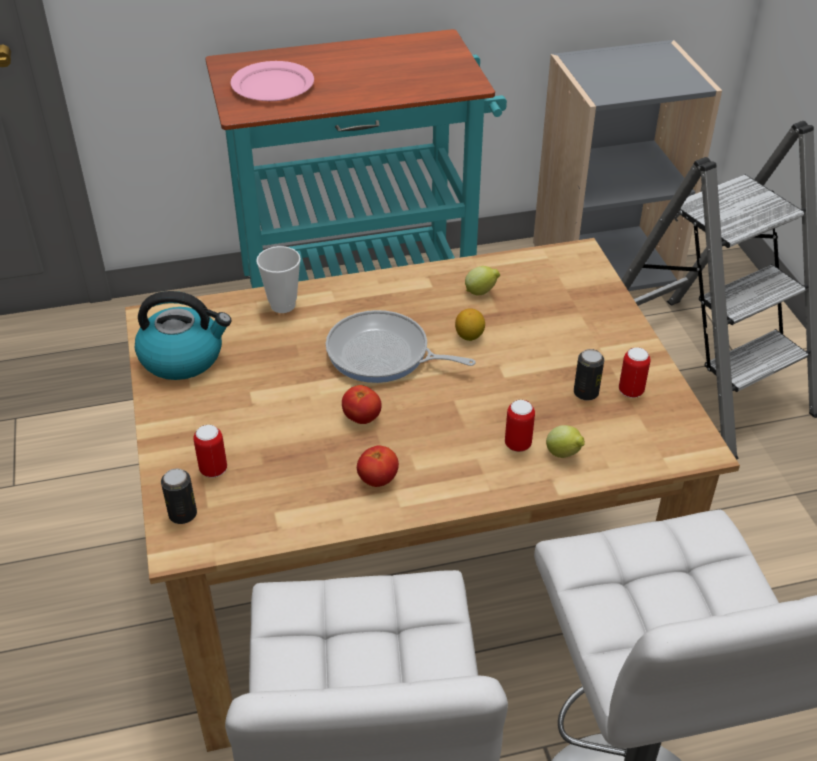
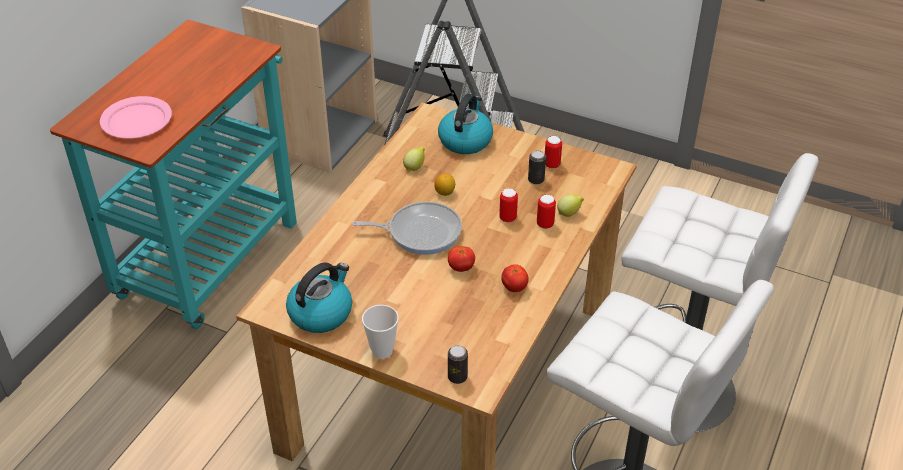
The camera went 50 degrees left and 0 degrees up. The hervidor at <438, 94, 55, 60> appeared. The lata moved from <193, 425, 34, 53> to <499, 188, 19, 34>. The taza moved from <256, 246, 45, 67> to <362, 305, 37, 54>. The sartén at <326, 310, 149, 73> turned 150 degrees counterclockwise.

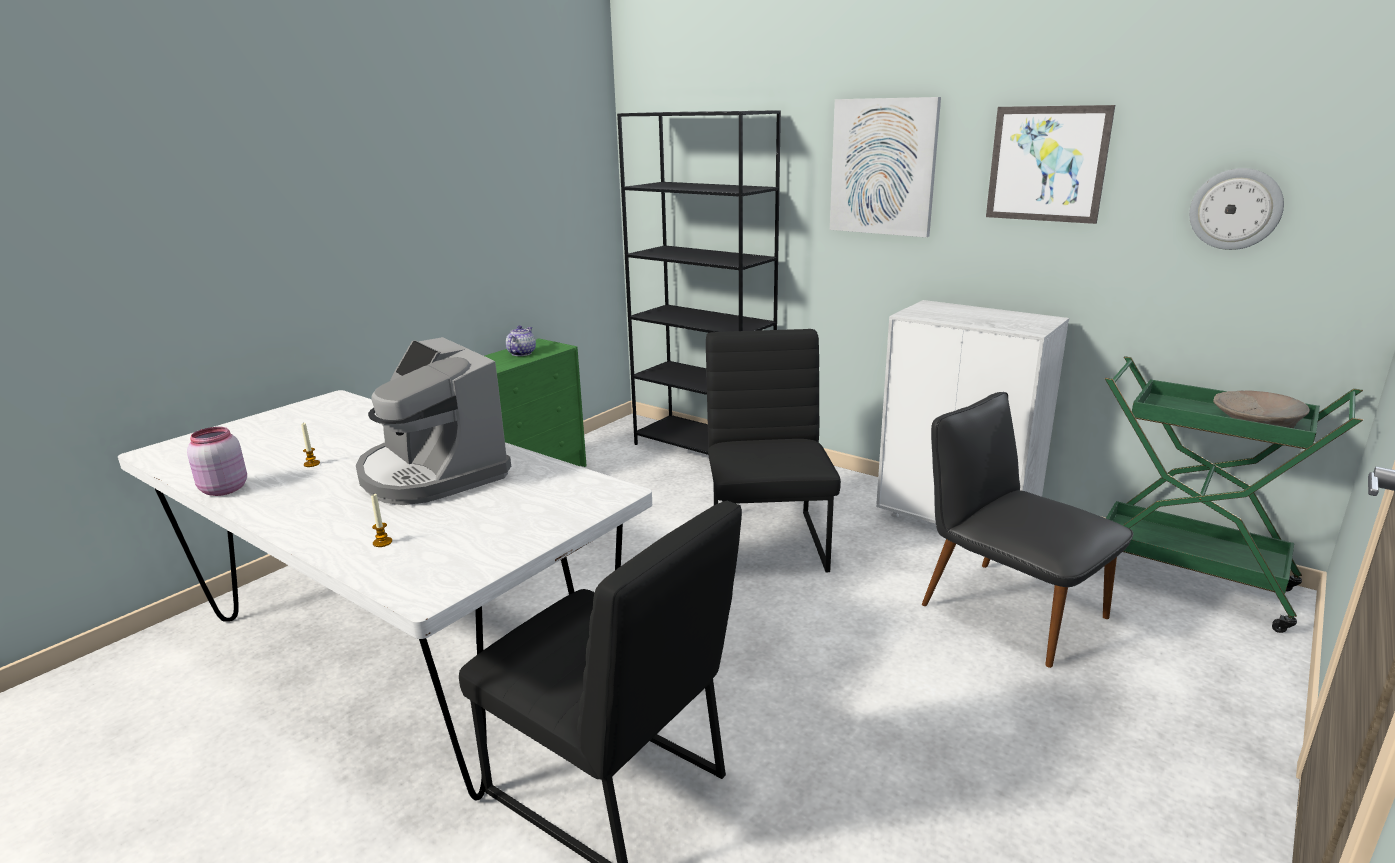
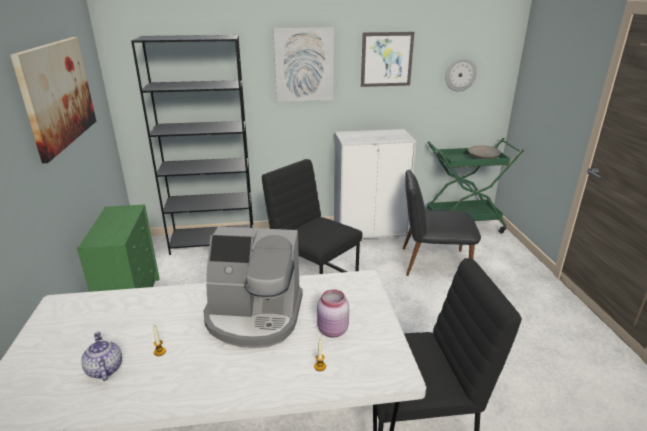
The camera went 45 degrees left and 5 degrees up. The cuadro at <10, 37, 86, 126> appeared. The tarro (rosa) moved from <187, 427, 60, 69> to <317, 289, 32, 49>. The tetera moved from <506, 325, 30, 31> to <81, 332, 41, 49>.

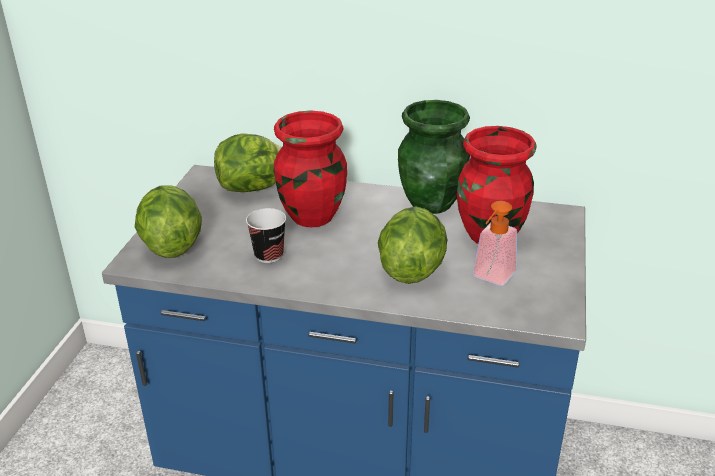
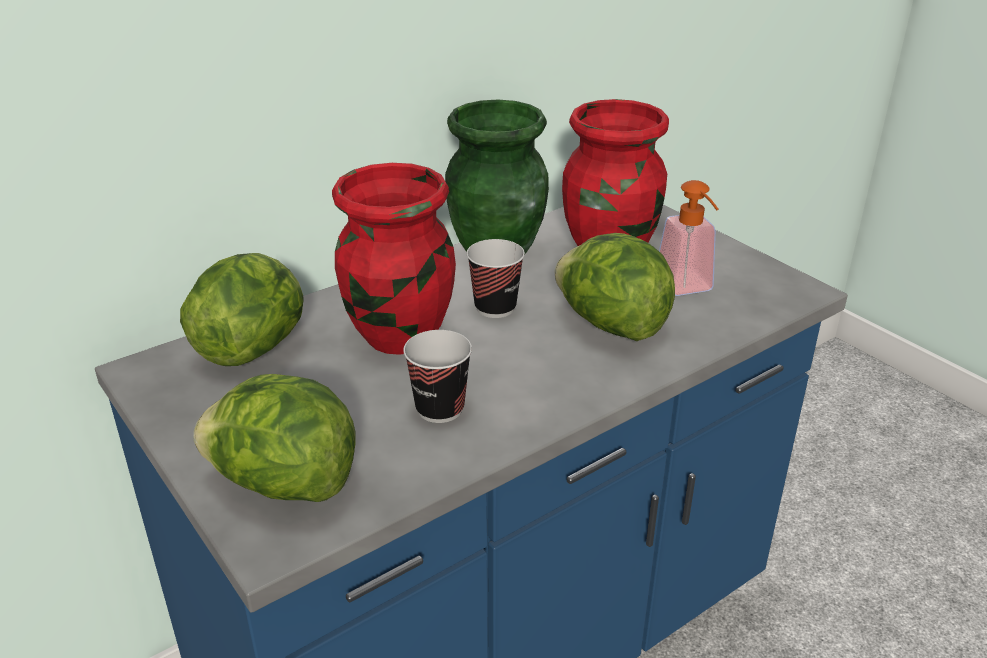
The camera went 50 degrees left and 0 degrees up. The taza at <466, 239, 59, 79> appeared.

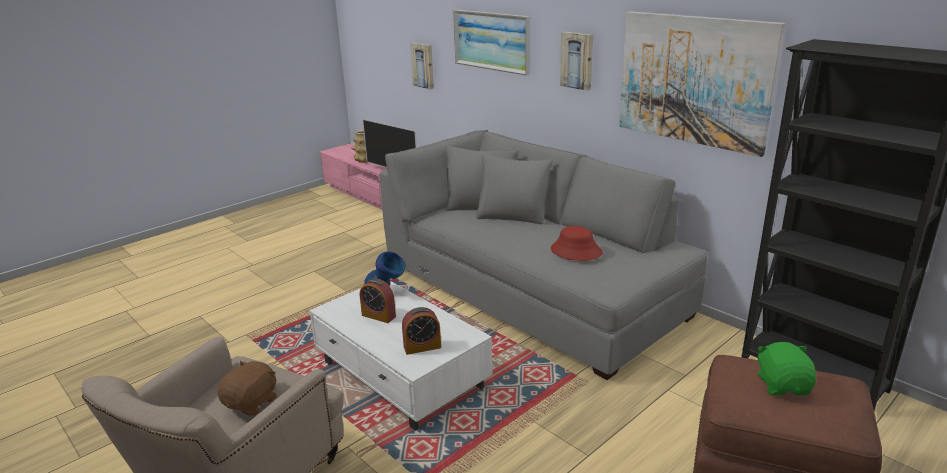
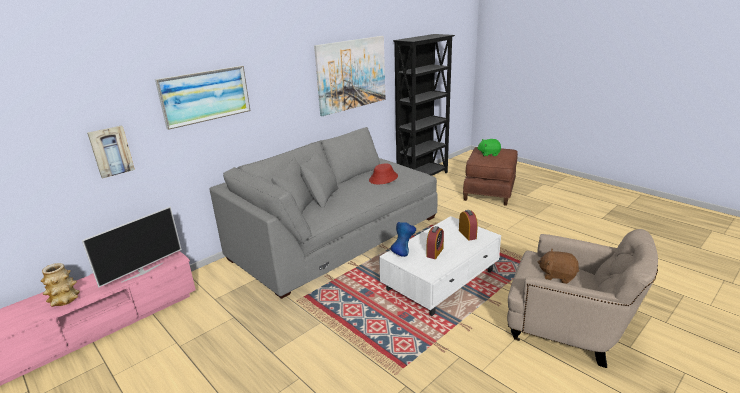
The camera went 90 degrees left and 0 degrees up. The cuadro at <560, 32, 33, 59> disappeared.

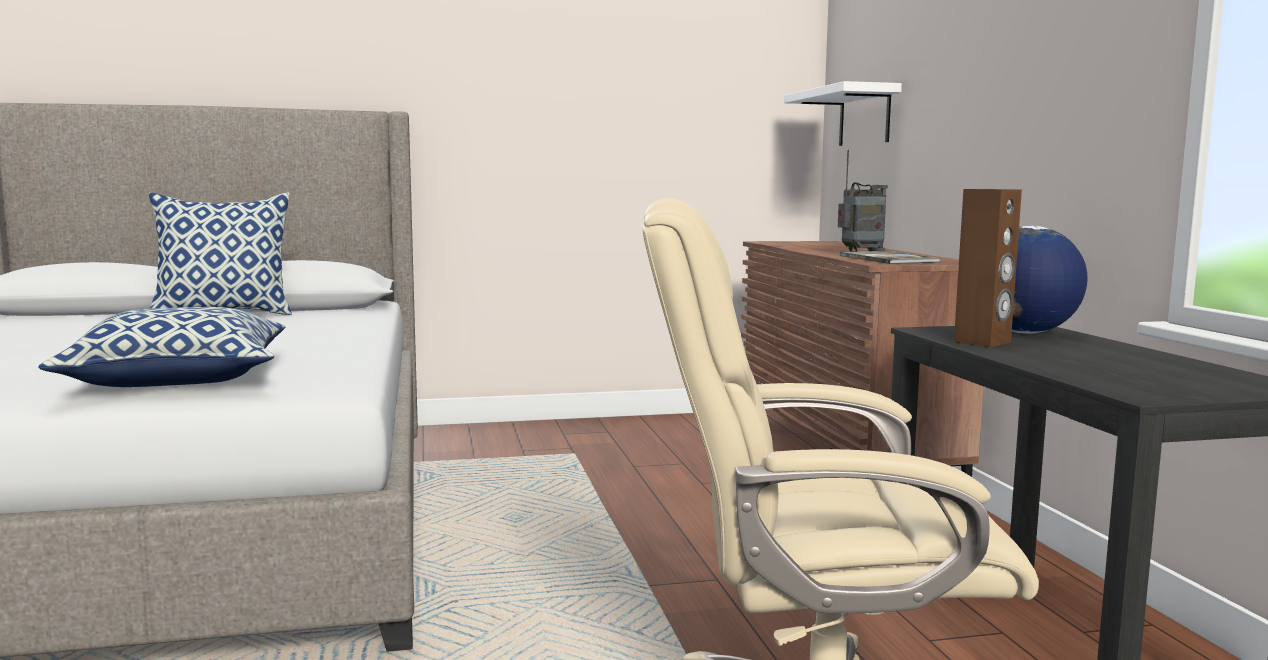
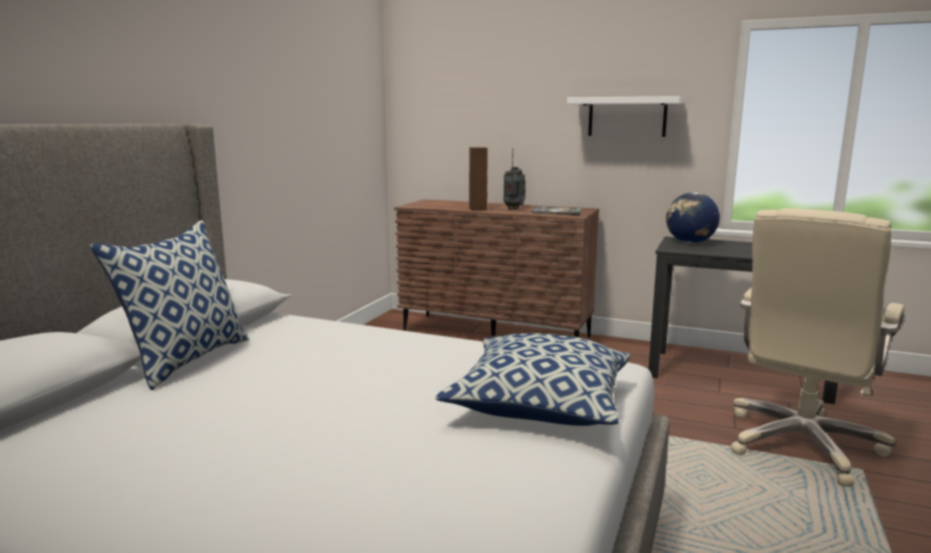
The camera went 55 degrees left and 5 degrees up. The estante (blanco) moved from <784, 81, 118, 65> to <567, 96, 116, 41>. The altavoz (marrón) moved from <954, 189, 68, 158> to <469, 147, 19, 64>.

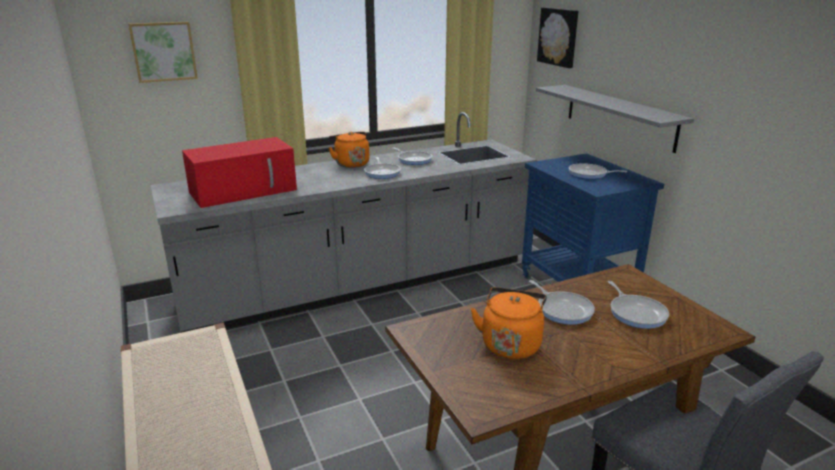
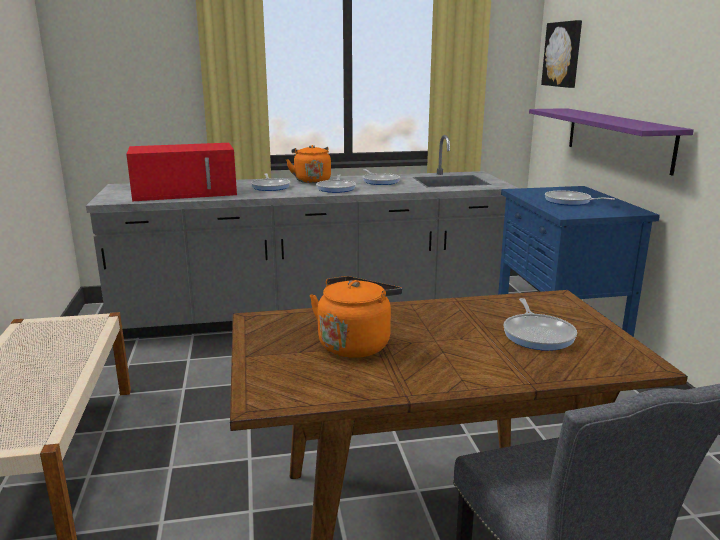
The camera went 15 degrees right and 5 degrees down. The cuadro at <128, 22, 70, 61> disappeared. The sartén moved from <529, 280, 66, 45> to <251, 173, 39, 18>. The estante (gris) at <536, 85, 158, 68> became the estante (morado) at <529, 108, 165, 68>.

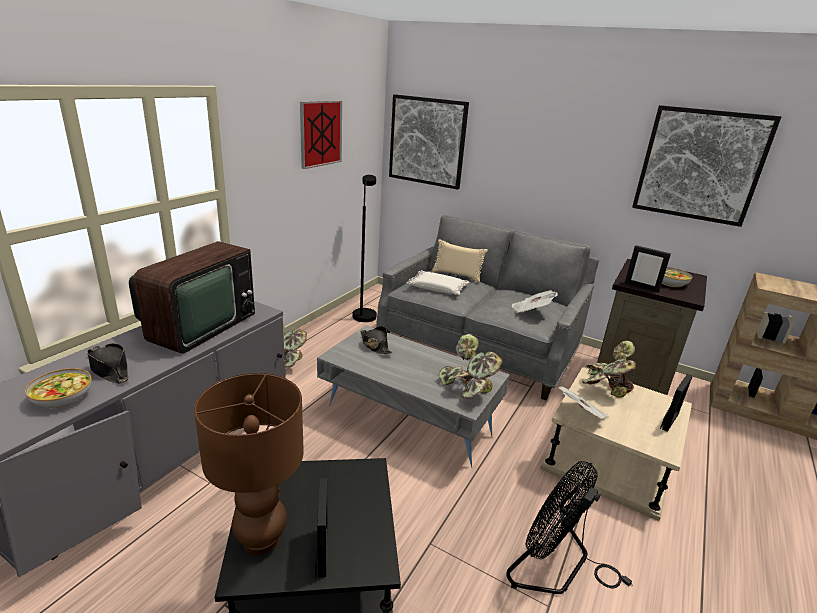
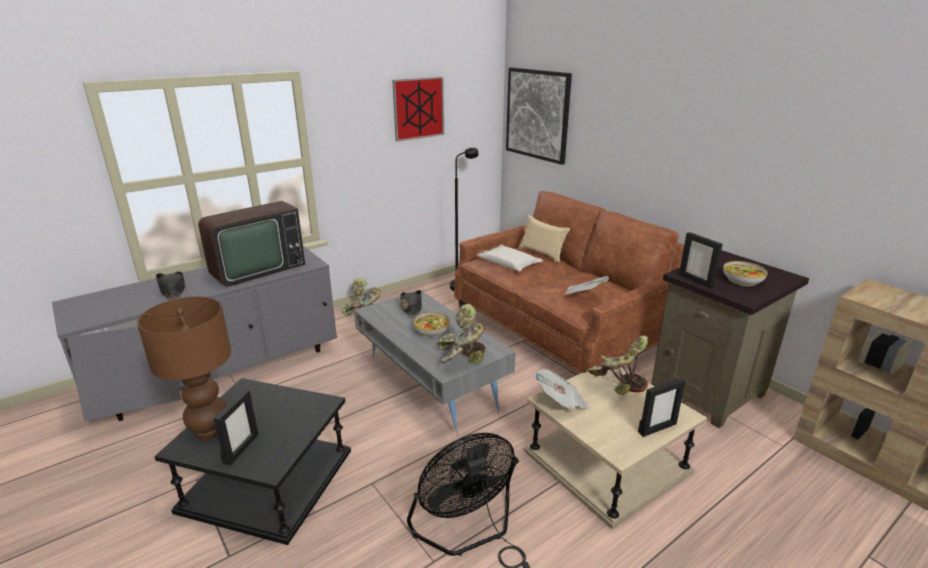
The camera went 25 degrees right and 0 degrees up. The cuadro at <632, 105, 149, 122> disappeared. The cuenco moved from <25, 368, 67, 41> to <413, 312, 37, 25>. The sofá (gris) at <376, 215, 223, 185> became the sofá (marrón) at <454, 191, 230, 183>.

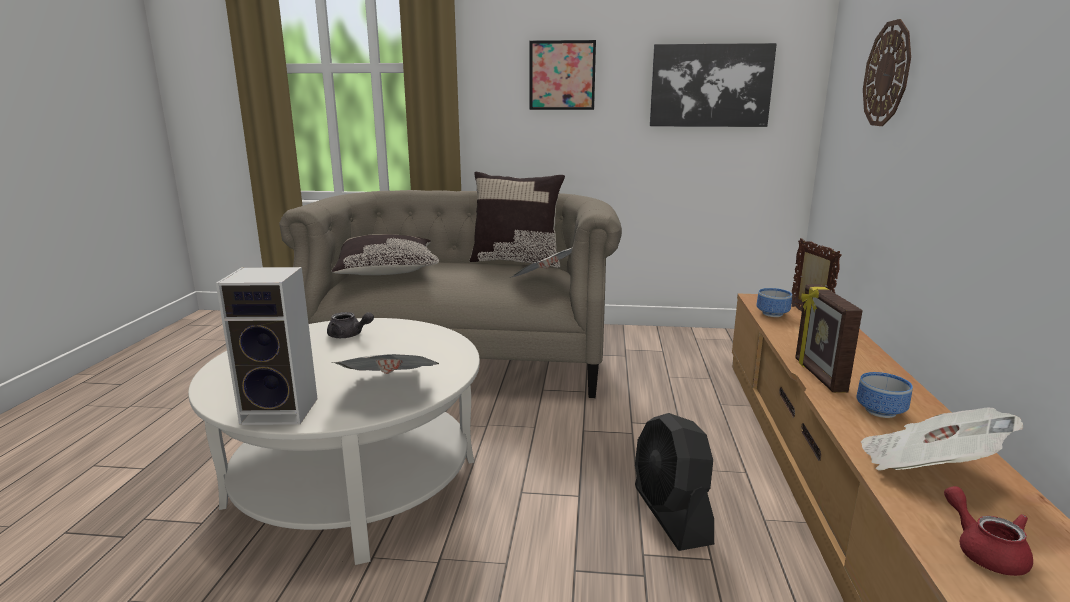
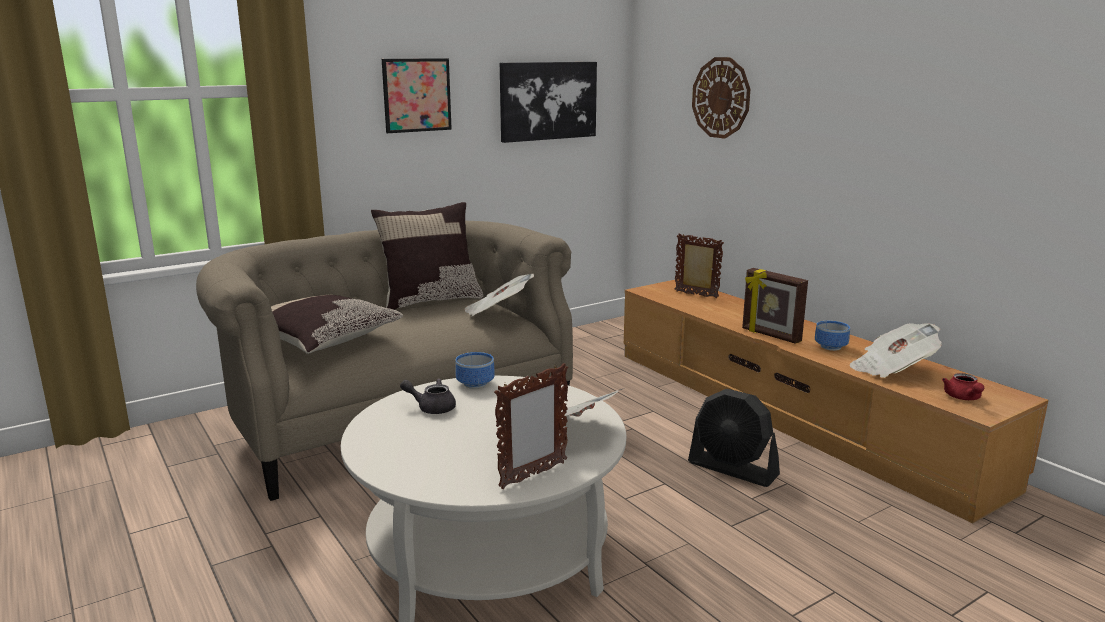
The camera went 40 degrees left and 0 degrees up. The cuenco moved from <757, 288, 35, 29> to <455, 352, 40, 37>. The altavoz at <216, 267, 102, 158> was replaced by the portarretratos at <494, 363, 74, 126>. The tetera (gris) at <327, 312, 47, 26> turned 150 degrees counterclockwise. The tetera (rojo) at <944, 486, 89, 90> turned 120 degrees counterclockwise.

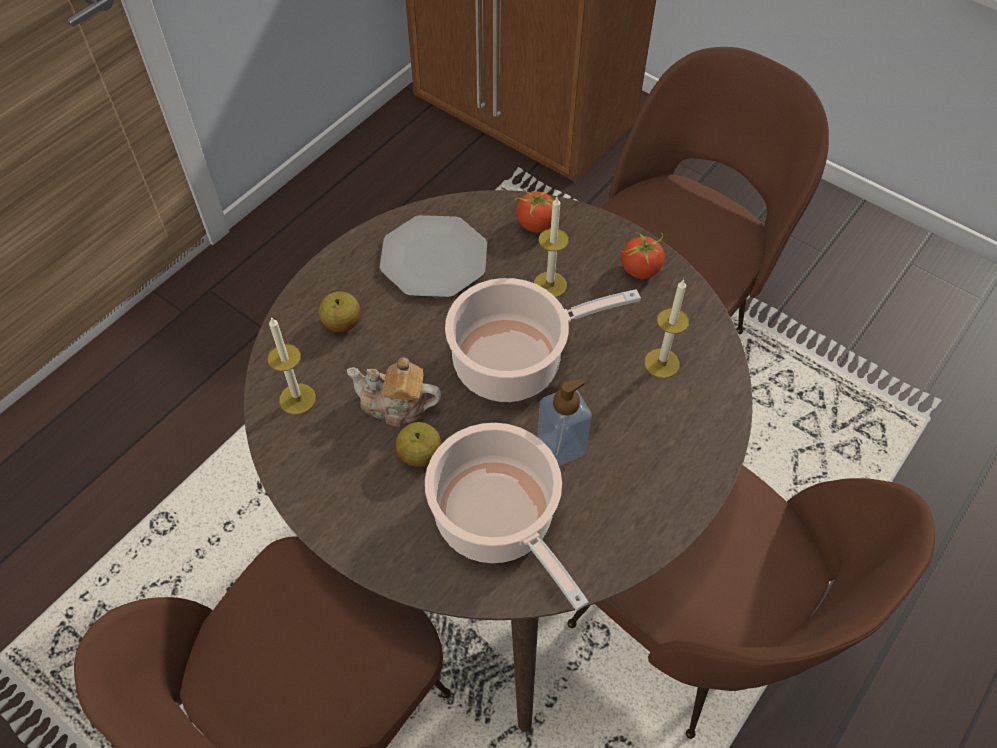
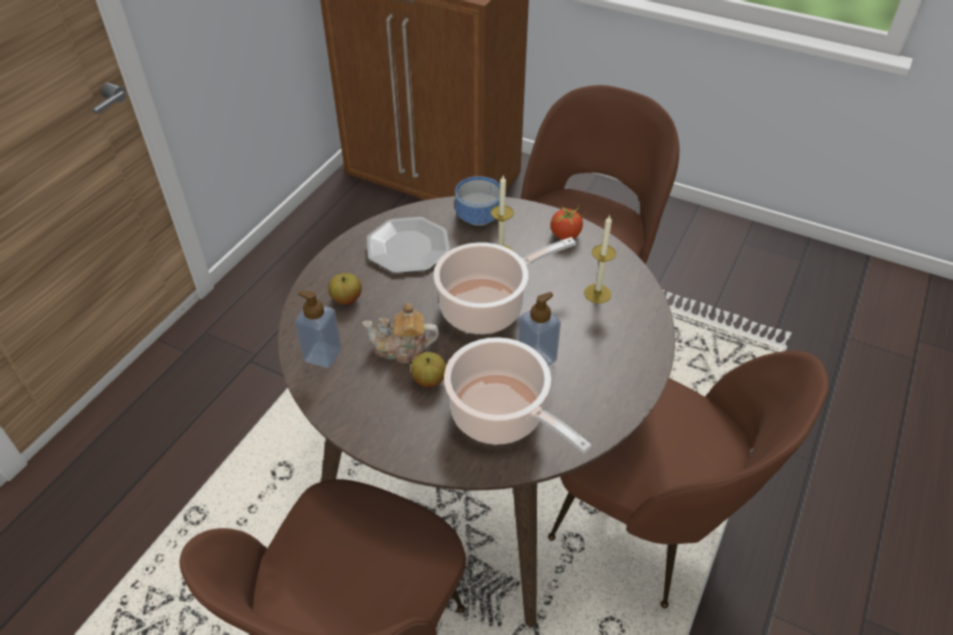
The camera went 10 degrees left and 10 degrees down. The vela at <268, 317, 48, 98> was replaced by the dispensador de jabón at <295, 290, 47, 78>. The tomate at <515, 186, 39, 47> was replaced by the cuenco at <455, 176, 45, 50>.

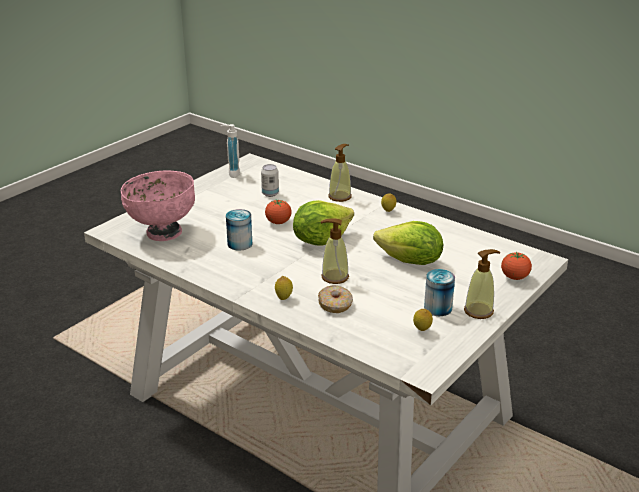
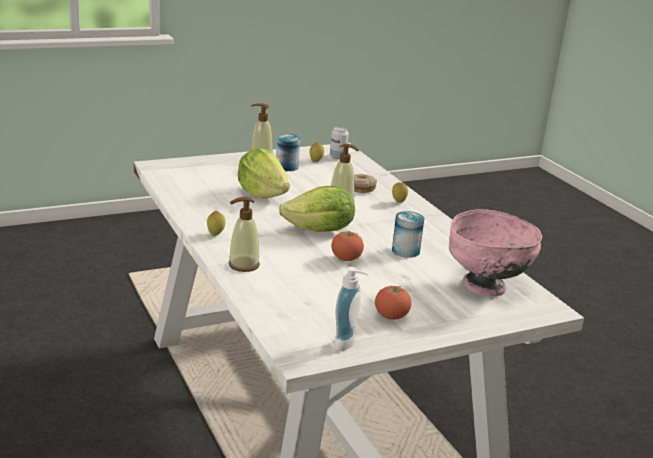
The camera went 155 degrees left and 5 degrees down. The lata moved from <261, 164, 18, 33> to <330, 127, 19, 32>. The tomate moved from <501, 252, 31, 28> to <375, 285, 36, 35>.

